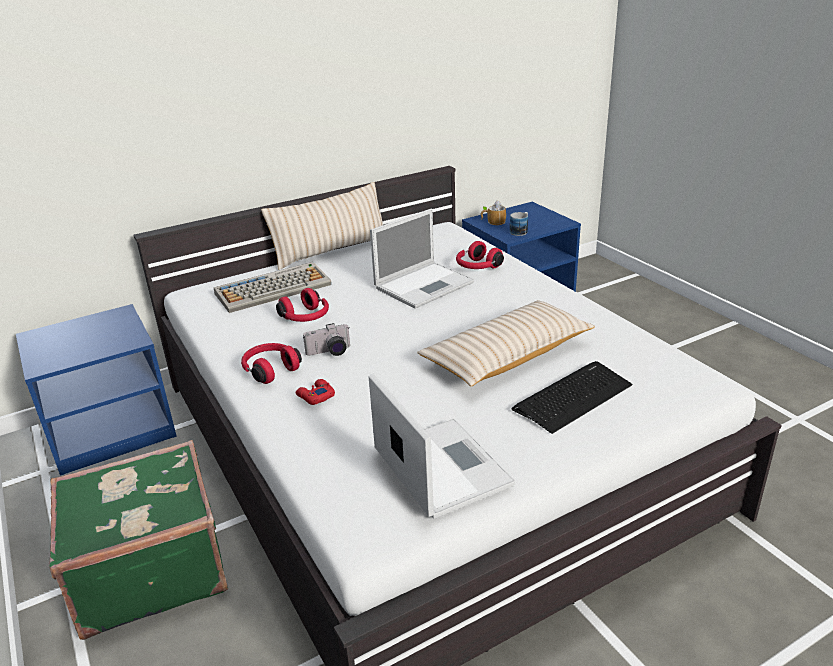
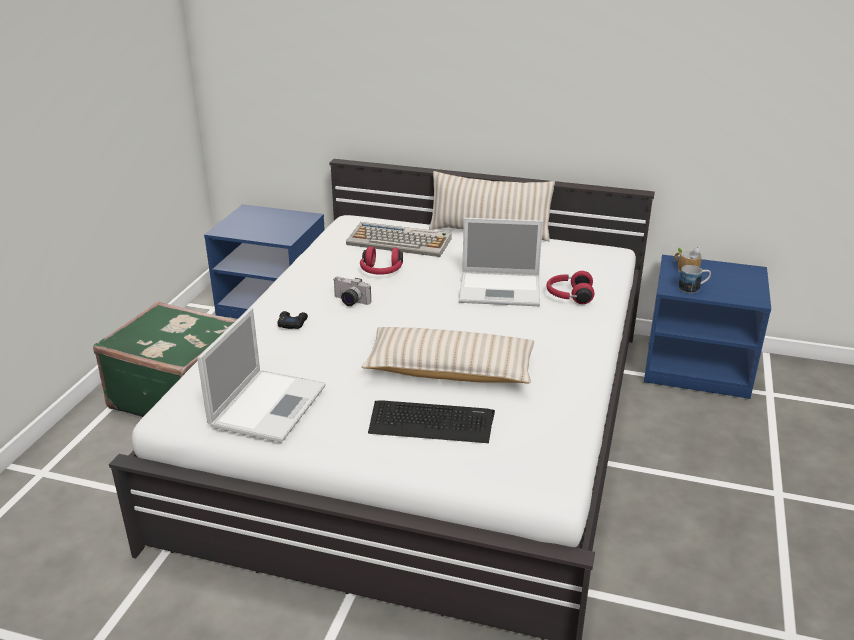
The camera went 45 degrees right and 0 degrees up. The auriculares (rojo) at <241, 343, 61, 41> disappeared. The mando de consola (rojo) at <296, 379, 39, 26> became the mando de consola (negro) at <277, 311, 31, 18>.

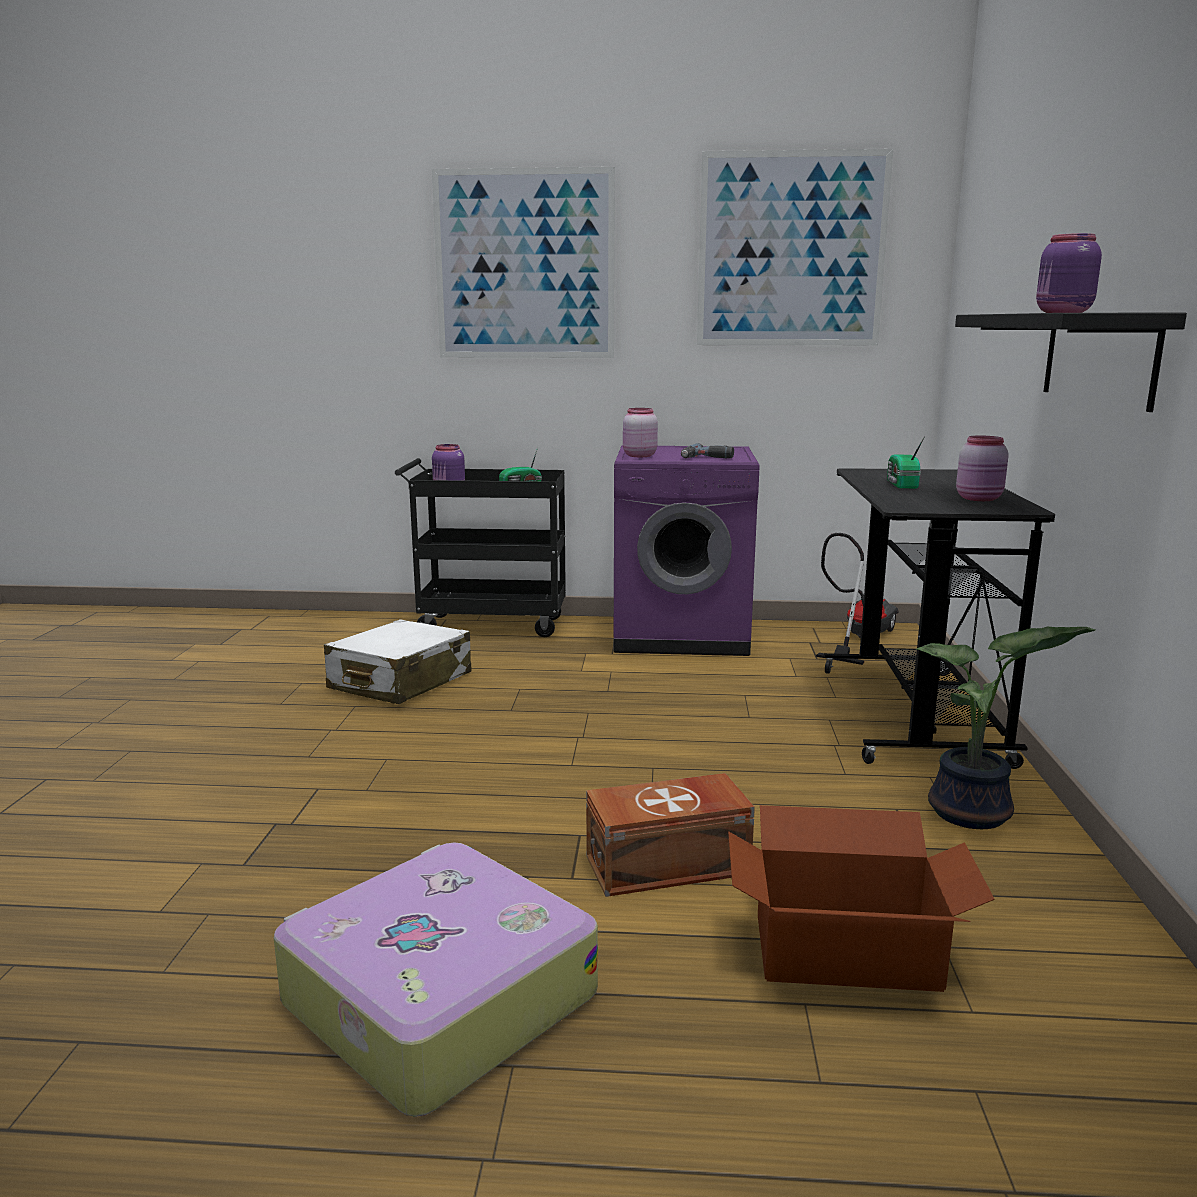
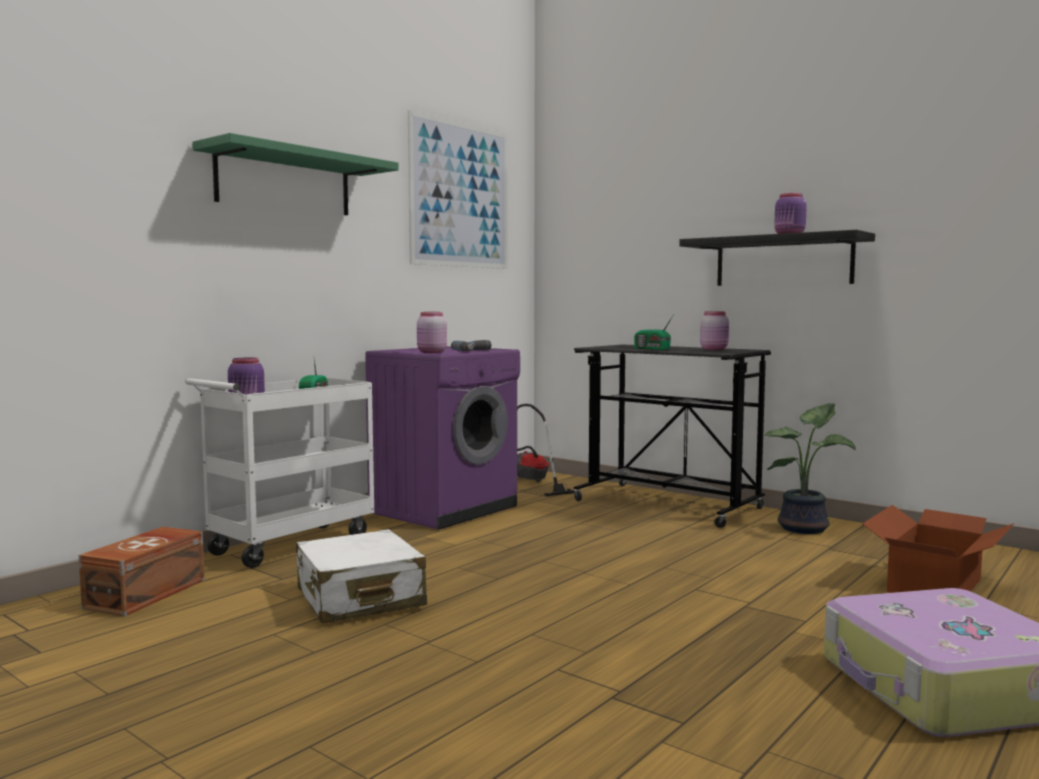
The camera went 55 degrees left and 10 degrees down. The caja de almacenaje (marrón) moved from <586, 773, 169, 124> to <79, 527, 126, 89>. The cuadro at <432, 167, 183, 191> was replaced by the estante (verde) at <192, 133, 207, 82>. The carrito (negro) at <395, 458, 171, 179> became the carrito (blanco) at <186, 378, 188, 190>.

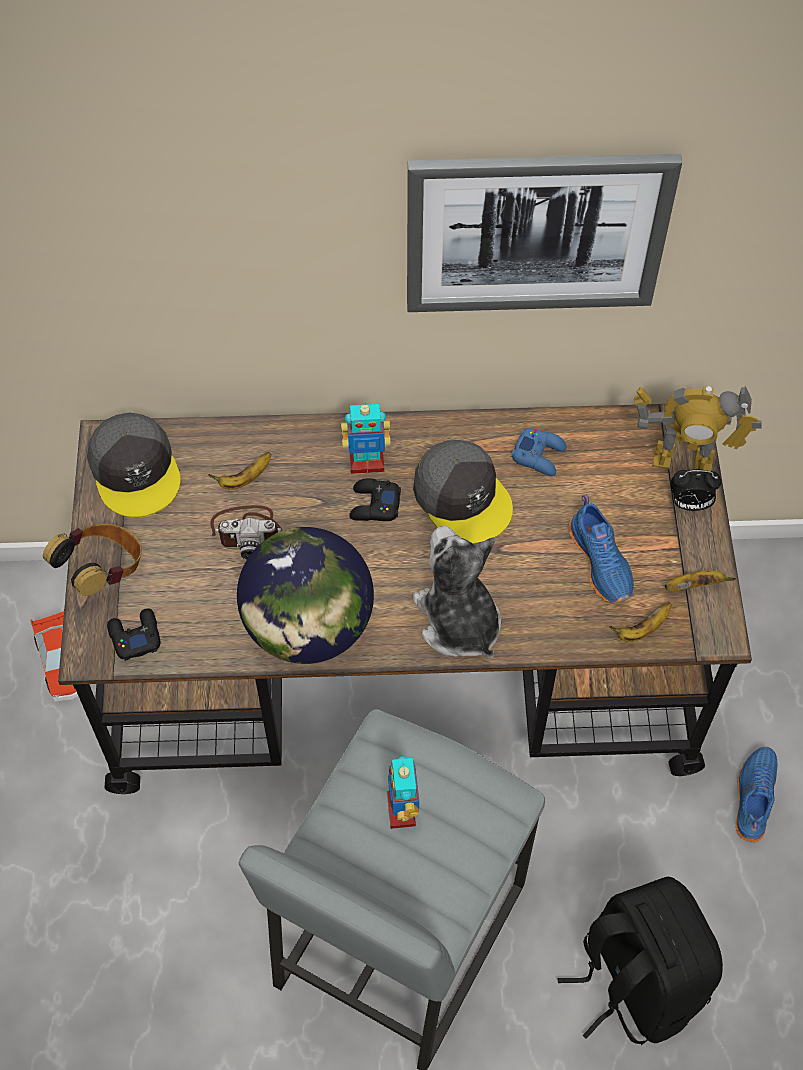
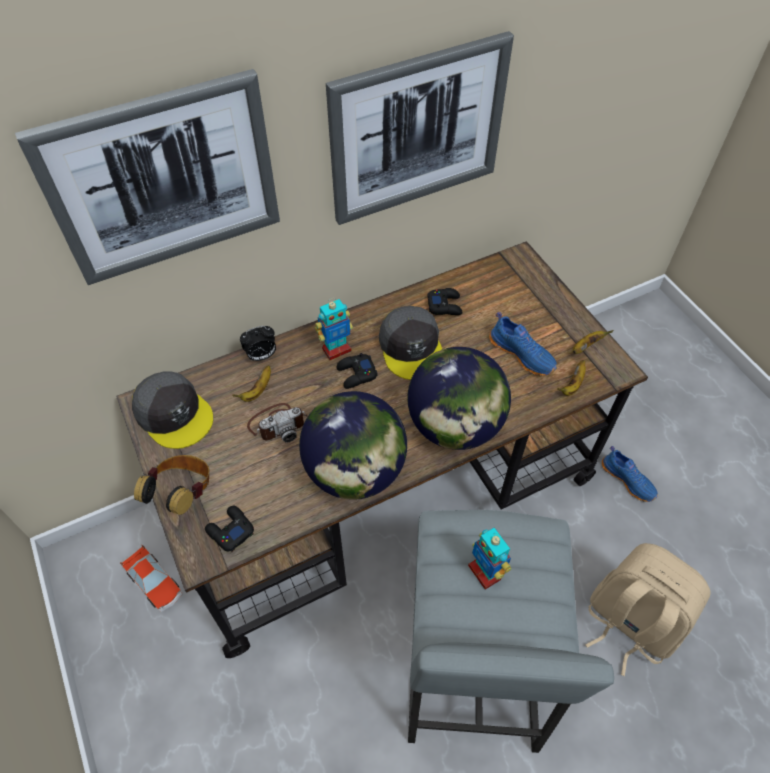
The camera went 25 degrees left and 5 degrees down. The robot de juguete at <634, 386, 128, 85> disappeared. The cuadro at <15, 69, 265, 216> appeared. The despertador moved from <671, 469, 50, 42> to <240, 326, 36, 35>. The peluche at <413, 526, 88, 133> was replaced by the globo terráqueo at <407, 347, 104, 103>. The mando de consola (azul) at <511, 428, 55, 48> became the mando de consola (negro) at <427, 288, 35, 27>. The mochila (negro) at <557, 877, 166, 168> became the mochila (beis) at <586, 543, 125, 133>. The gorra (gris) at <413, 440, 100, 104> turned 45 degrees clockwise. The zapato (azul) at <736, 747, 41, 95> turned 150 degrees clockwise.

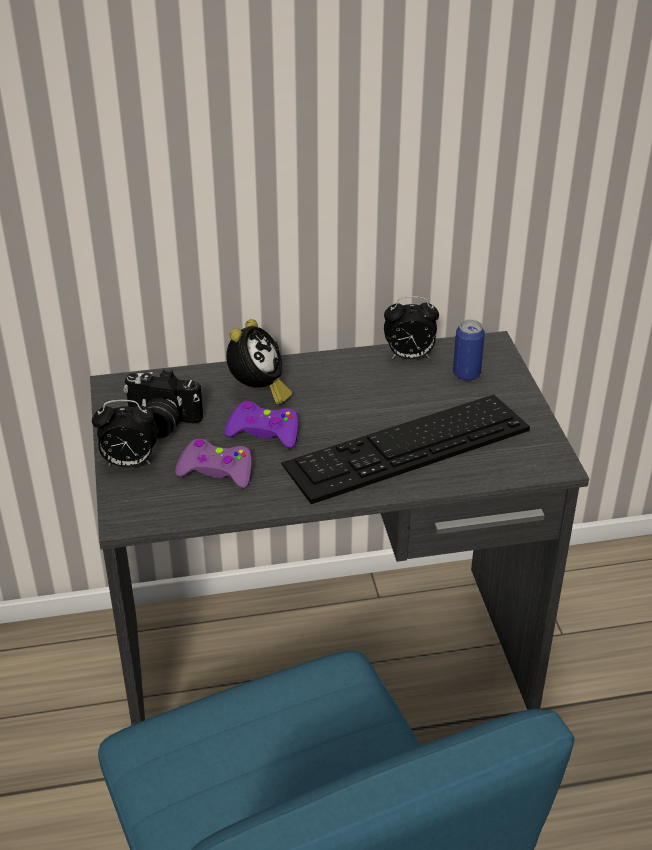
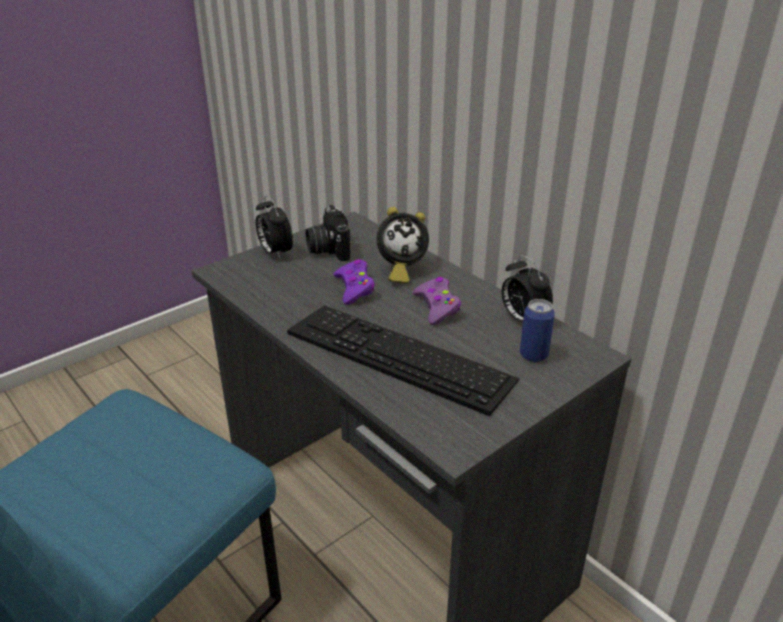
The camera went 60 degrees right and 5 degrees down. The mando de consola (morado) moved from <175, 439, 77, 50> to <413, 277, 48, 48>.

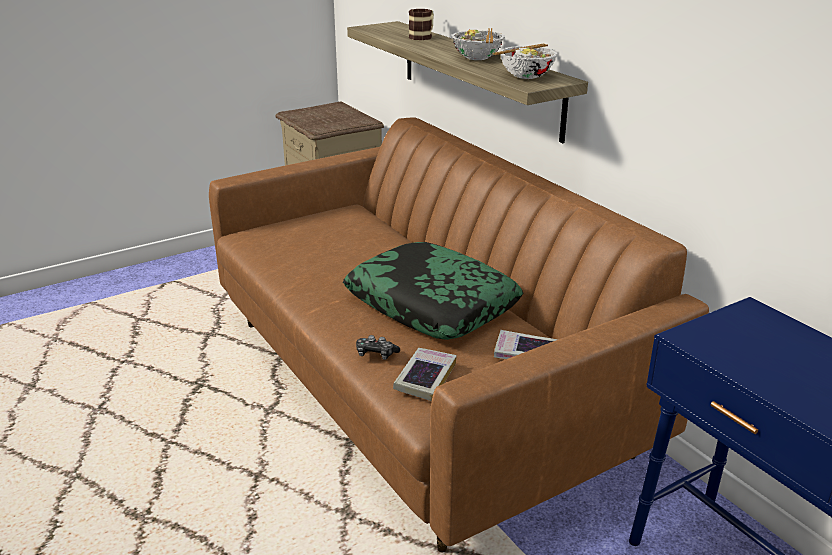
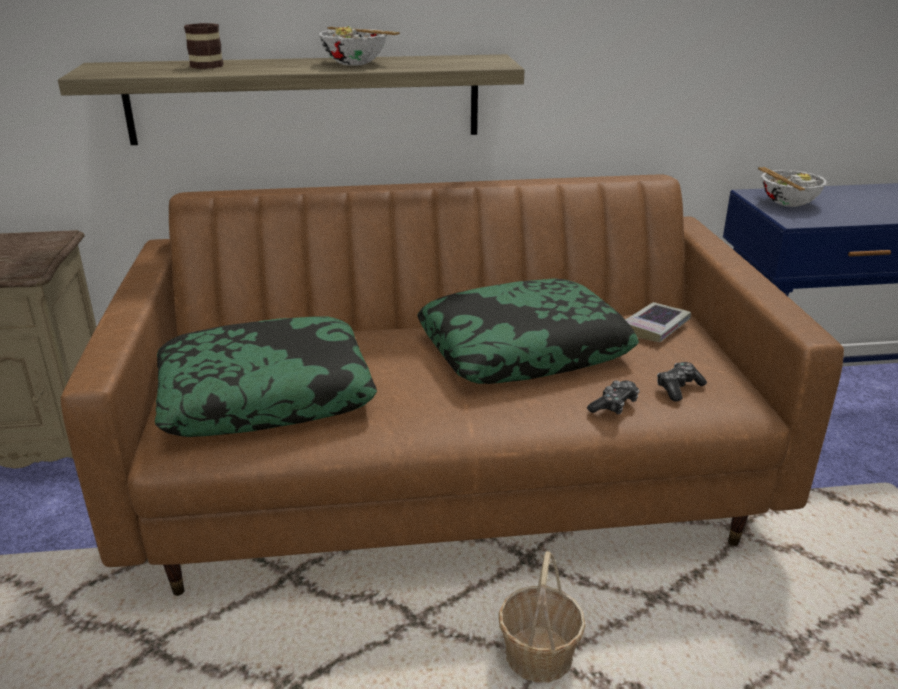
The camera went 65 degrees left and 0 degrees up. The cojín at <155, 316, 222, 121> appeared. The cesta at <498, 551, 88, 131> appeared. The cuenco moved from <493, 44, 65, 35> to <758, 167, 69, 40>. The libro at <393, 348, 64, 53> was replaced by the mando de consola at <657, 362, 50, 39>.

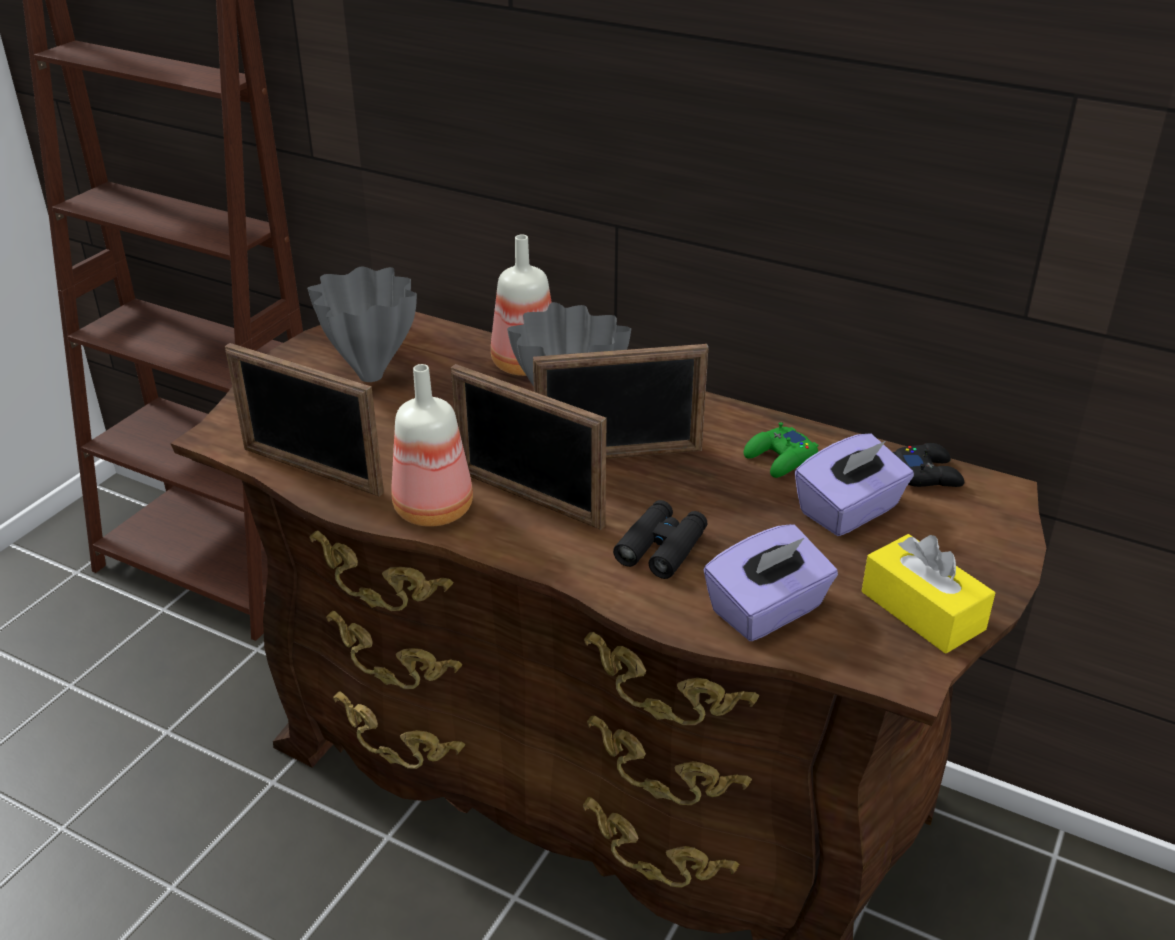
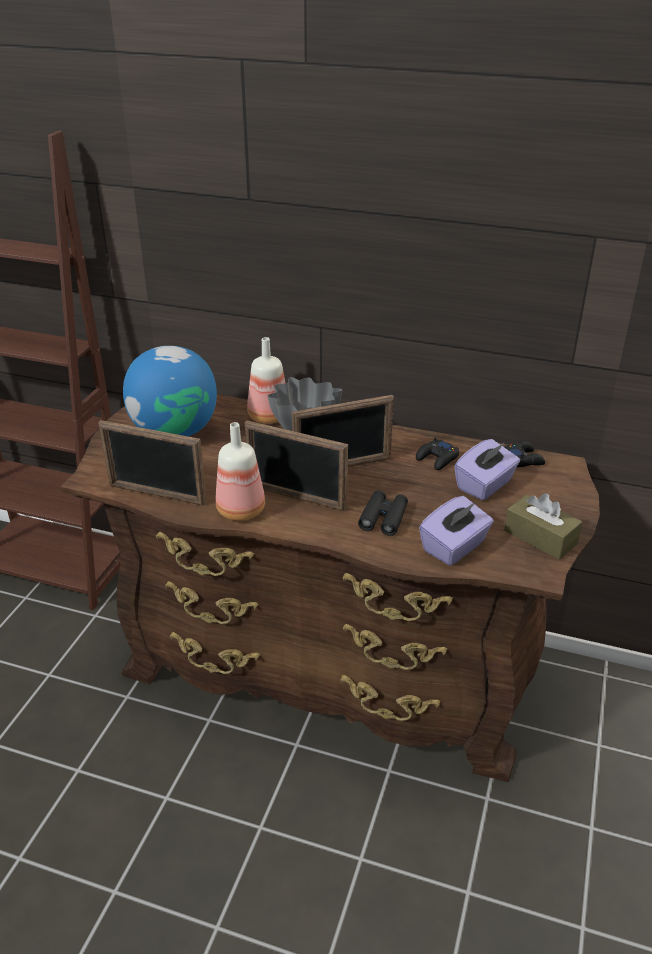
The camera went 10 degrees left and 0 degrees up. The florero (gris) at <307, 267, 110, 115> was replaced by the globo terráqueo at <123, 346, 94, 91>. The mando de consola (verde) at <744, 422, 74, 56> became the mando de consola (negro) at <416, 437, 43, 33>. The caja de pañuelos (amarillo) at <862, 534, 133, 120> became the caja de pañuelos (marrón) at <504, 493, 79, 67>.

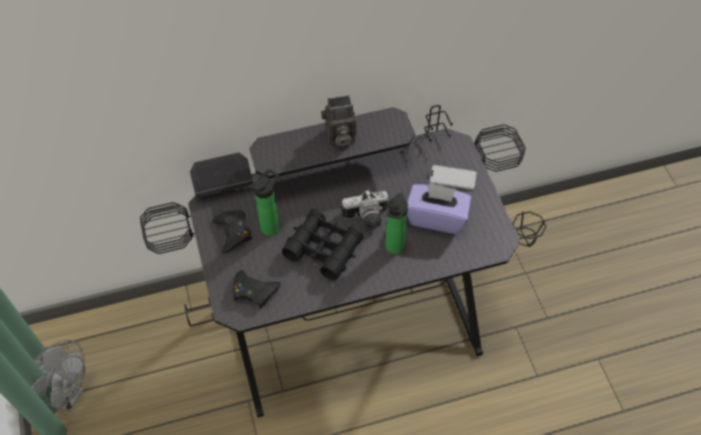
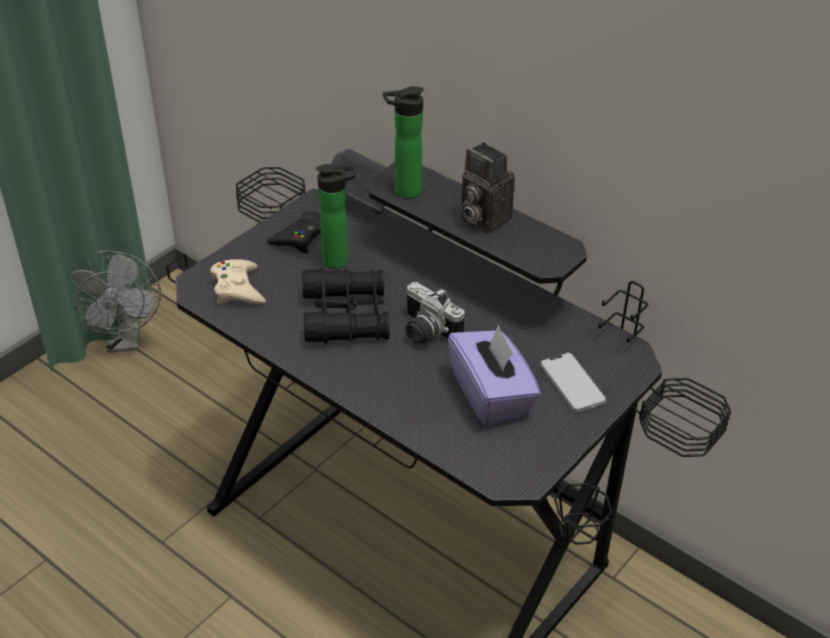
The camera went 55 degrees right and 15 degrees down. The botella moved from <385, 193, 23, 61> to <383, 86, 41, 113>. The mando de consola (negro) at <232, 270, 49, 39> became the mando de consola (beis) at <211, 259, 55, 45>.

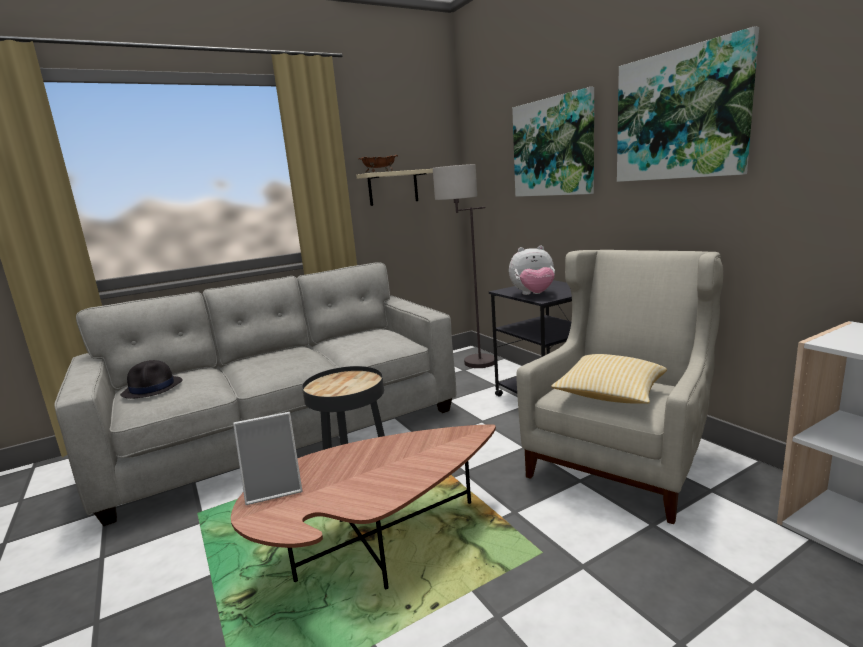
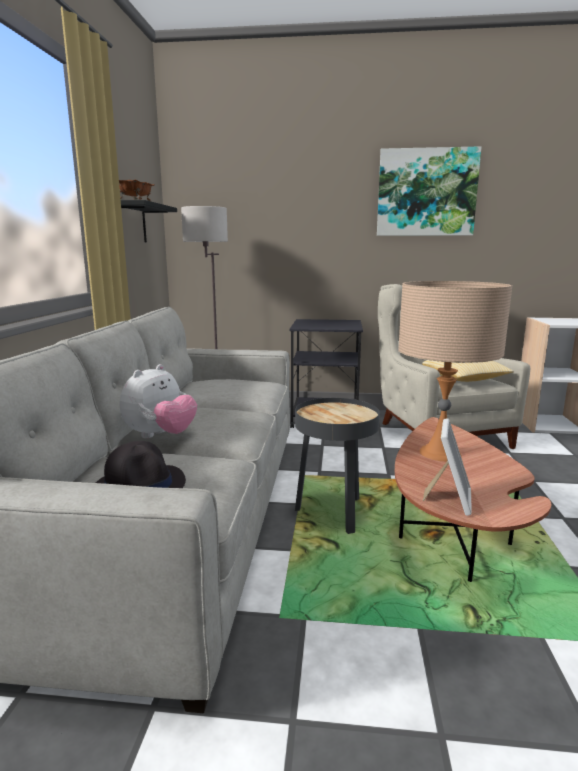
The camera went 55 degrees left and 0 degrees up. The cuadro at <512, 87, 82, 110> disappeared. The lámpara de mesa (beis) at <398, 281, 114, 180> appeared. The peluche moved from <509, 246, 46, 49> to <120, 364, 77, 74>. The estante (beis) at <356, 169, 77, 37> became the estante (negro) at <121, 200, 56, 42>.

